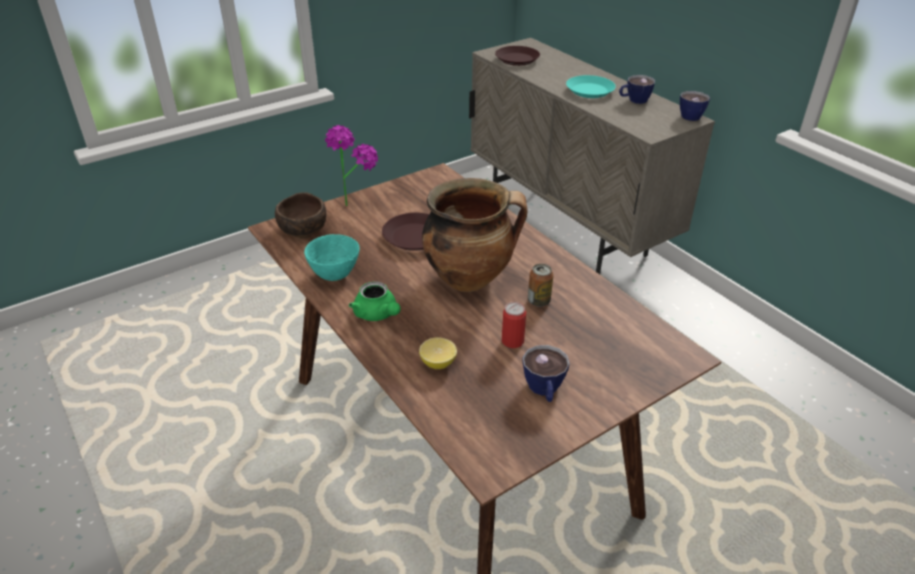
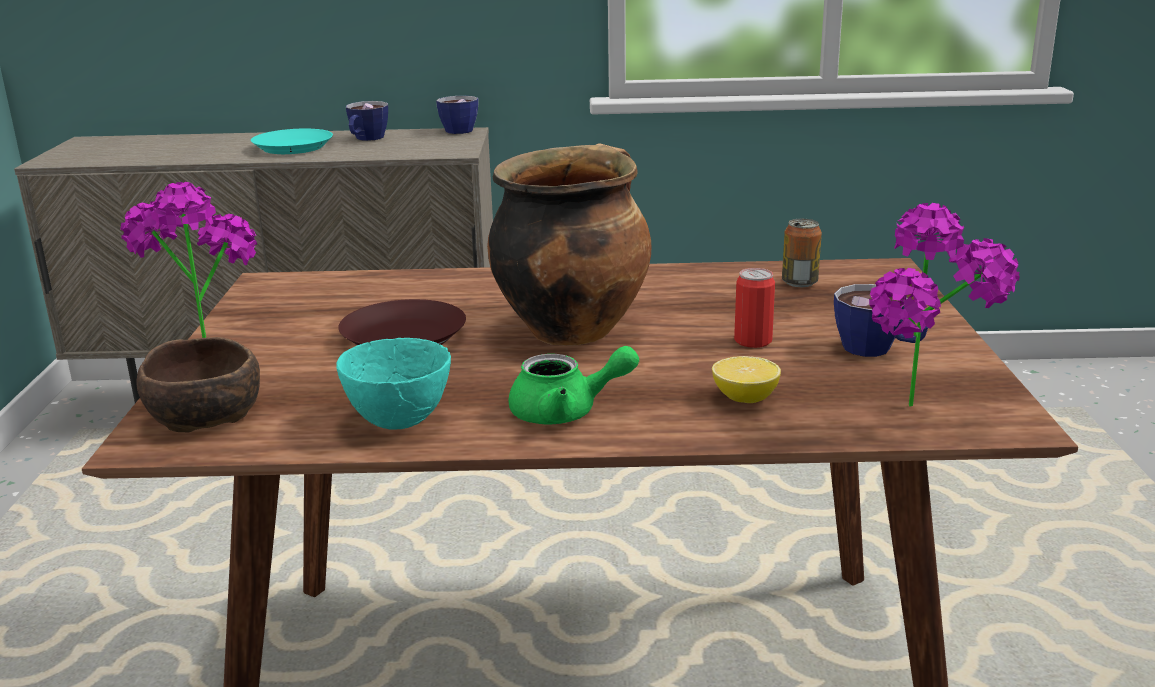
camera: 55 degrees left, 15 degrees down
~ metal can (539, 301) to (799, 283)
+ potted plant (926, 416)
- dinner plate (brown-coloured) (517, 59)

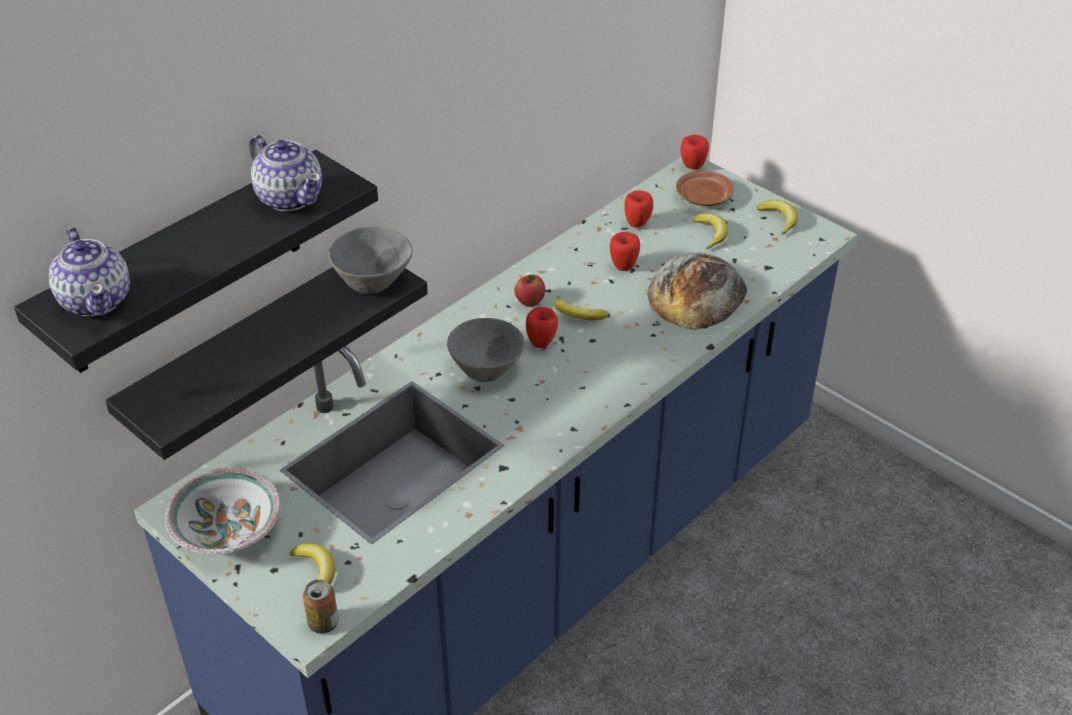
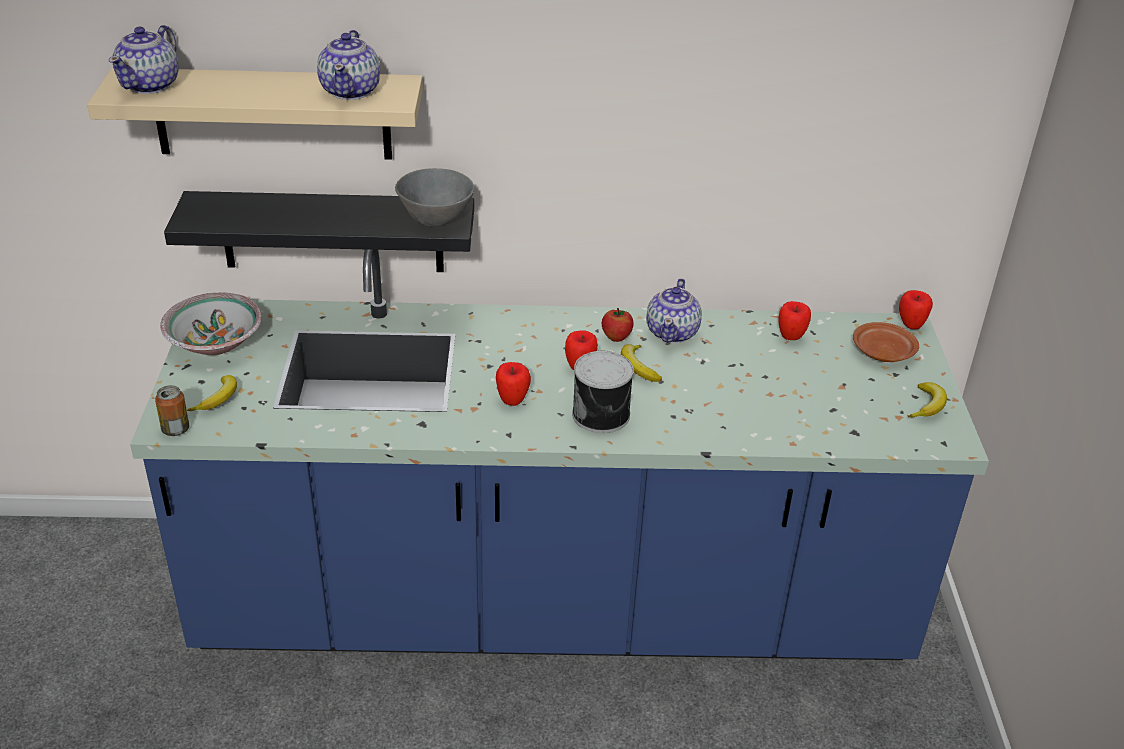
camera: 45 degrees right, 5 degrees down
~ wall shelf (black) (184, 265) to wall shelf (beige) (272, 114)
~ apple fruit (623, 266) to (512, 400)
+ metal can (602, 414)
+ tea pot (673, 332)
- serving bowl (gray) (488, 369)
- bakery bread (697, 292)
- whole banana (711, 234)

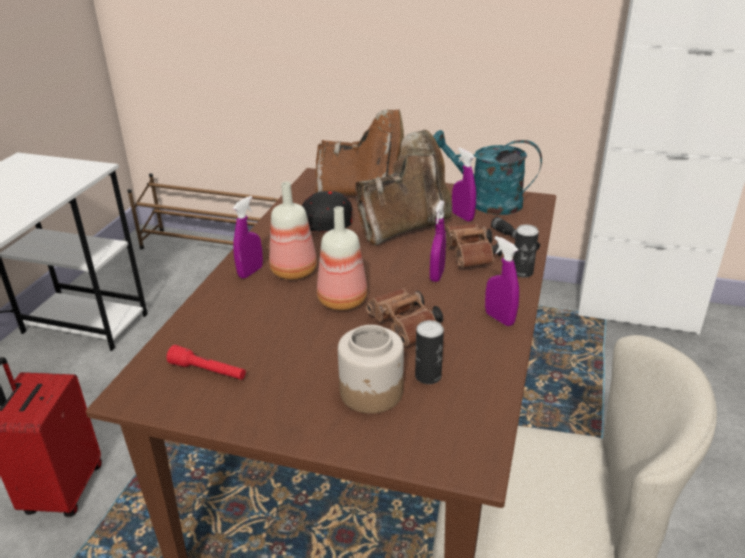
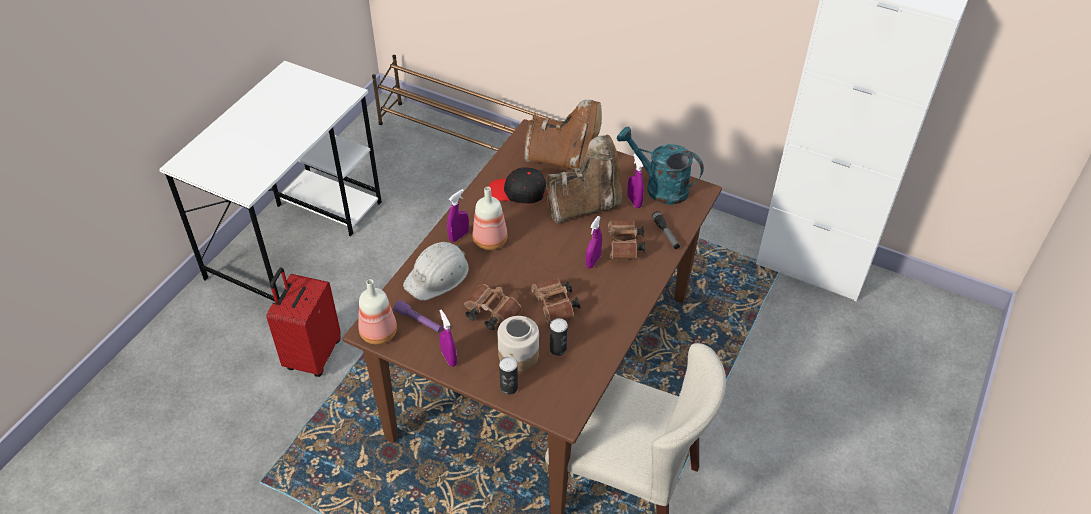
camera: 10 degrees right, 15 degrees up
~ bottle (343, 301) to (379, 334)
~ torch (reddish) (208, 371) to torch (purple-coloured) (419, 321)
+ work helmet (whitish) (438, 275)
~ spray bottle (purple-coloured) (499, 318) to (449, 358)
+ field glasses (brown-coloured) (490, 313)
~ metal can (522, 272) to (509, 387)

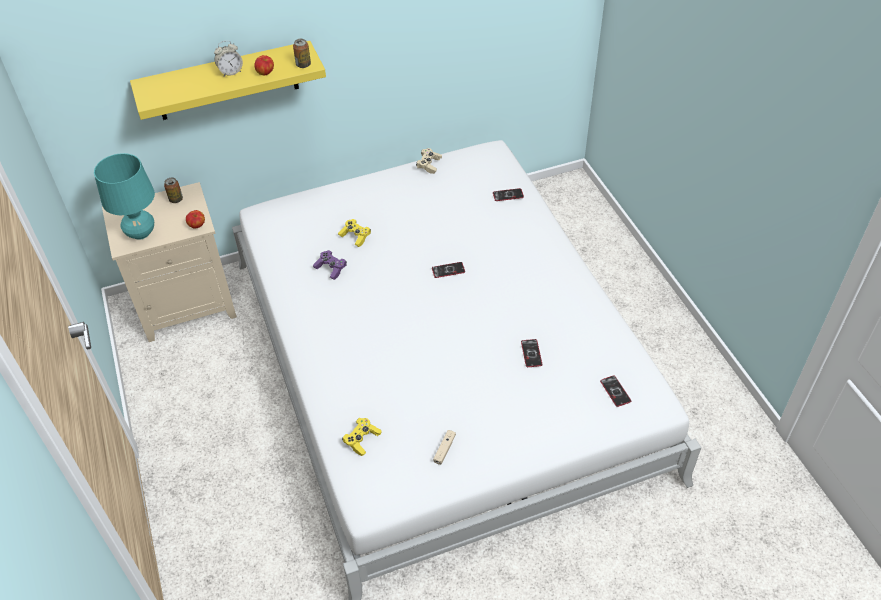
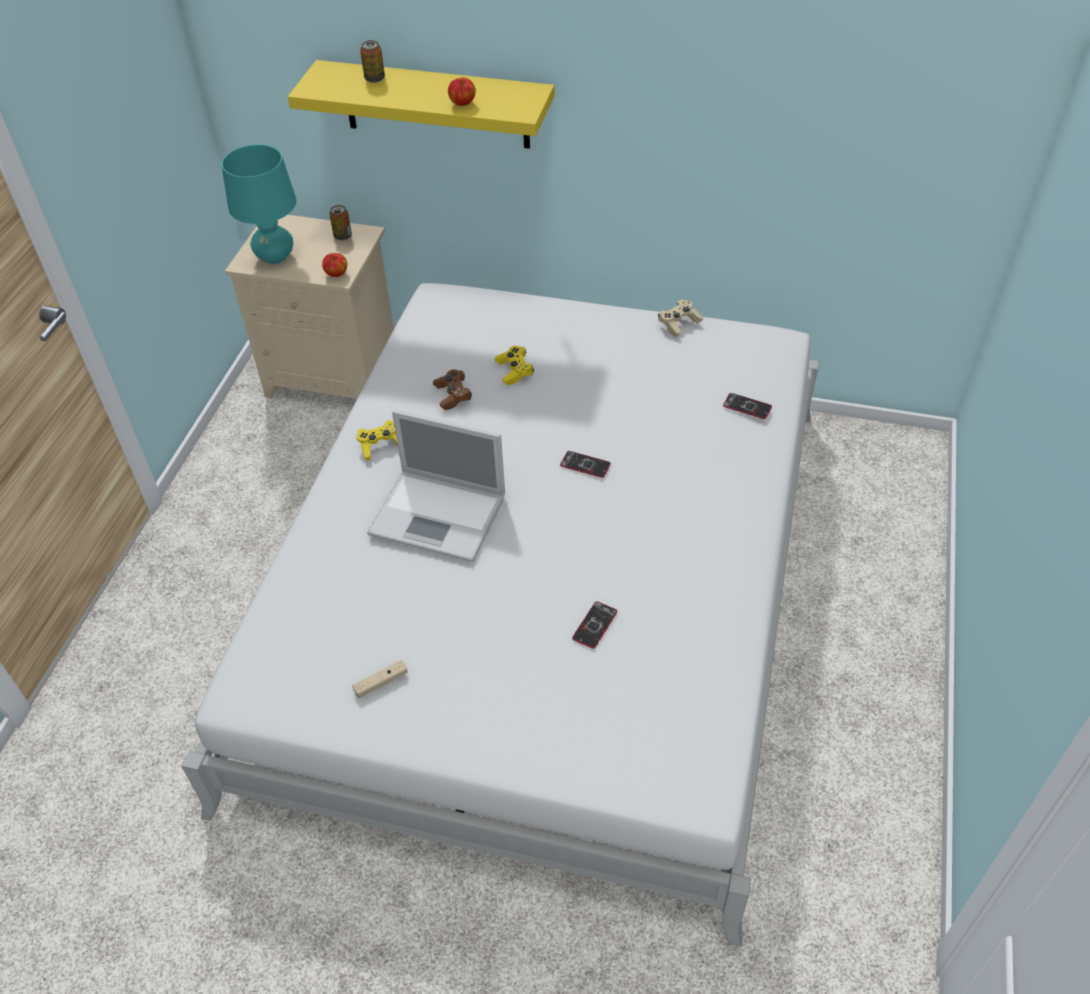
camera: 35 degrees right, 0 degrees up
~ game controller (yellowish) (362, 440) to (381, 446)
~ metal can (303, 65) to (374, 79)
+ portable computer (440, 515)
~ game controller (purple-coloured) (331, 268) to game controller (brown-coloured) (453, 395)
- alarm clock (230, 72)
- handset (615, 391)

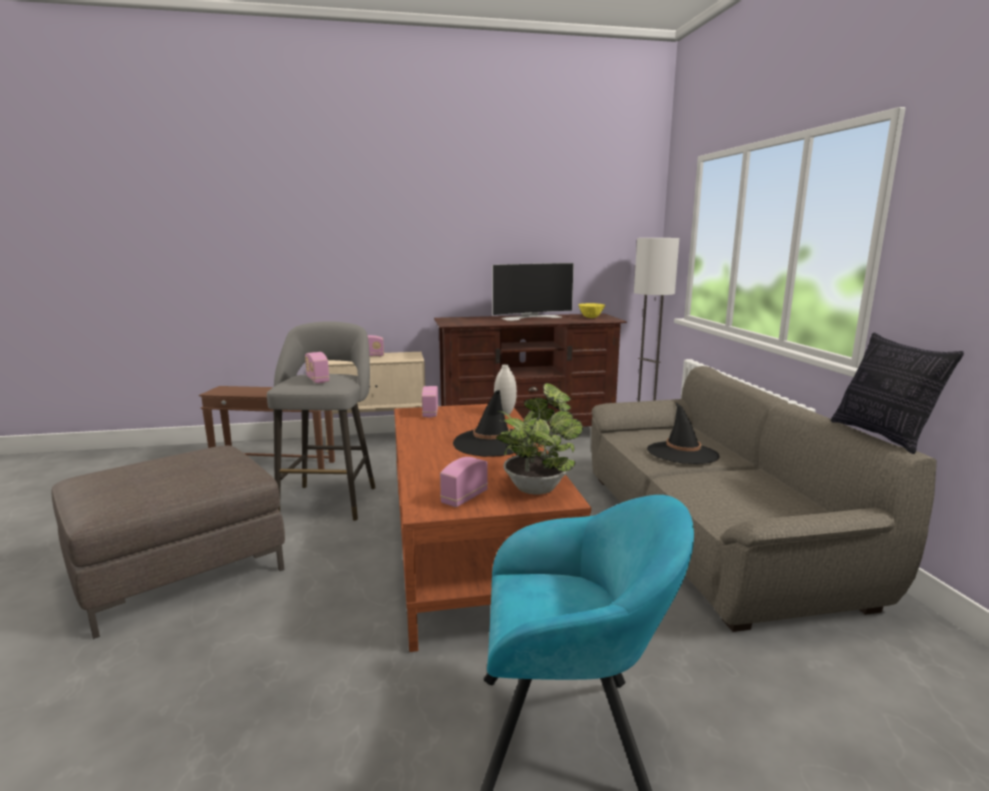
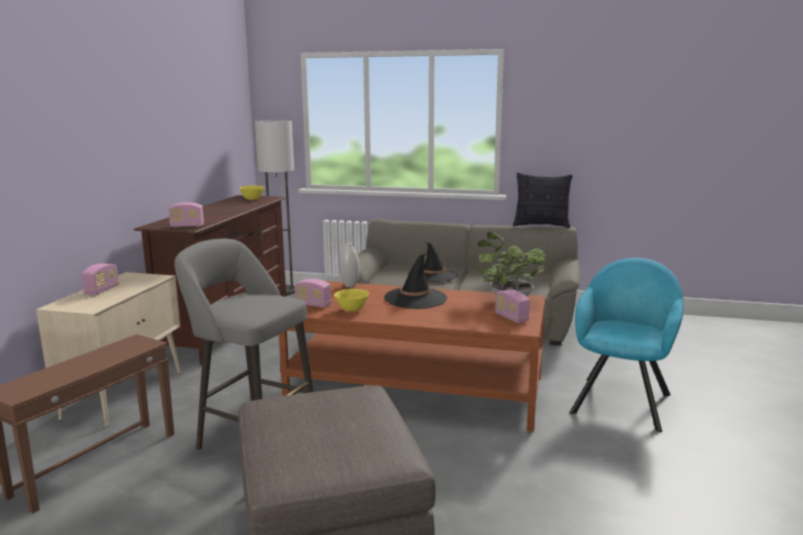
camera: 65 degrees left, 0 degrees up
~ radio (317, 380) to (187, 226)
+ serving bowl (yellowish) (351, 310)
- television (531, 317)

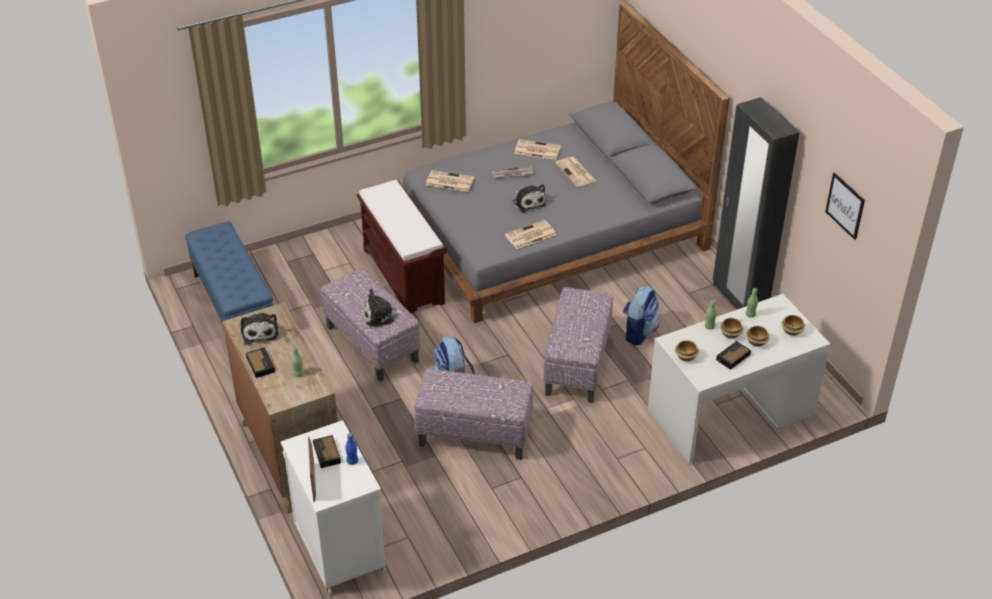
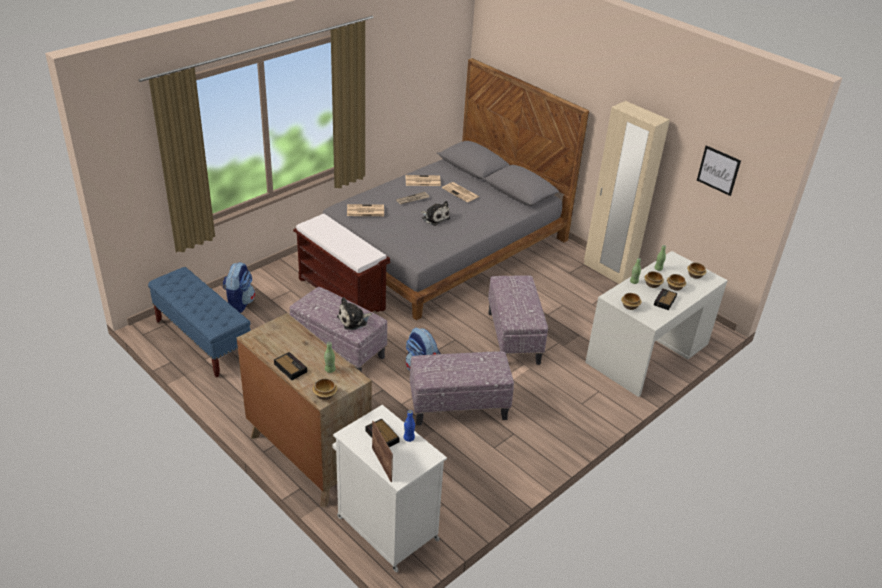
camera: 20 degrees left, 5 degrees down
~ knapsack (638, 332) to (239, 303)
+ serving bowl (324, 395)
~ clothes cupboard (black) (739, 299) to clothes cupboard (beige) (608, 271)
- cuddly toy (259, 331)
- daily paper (530, 235)

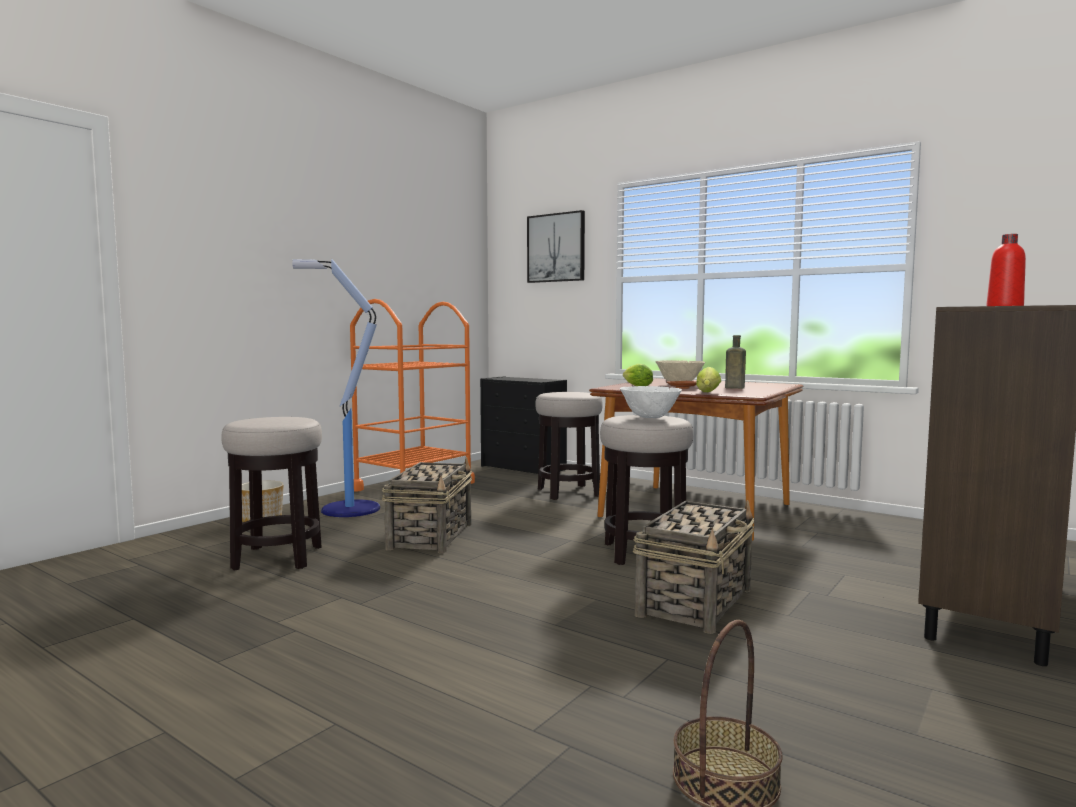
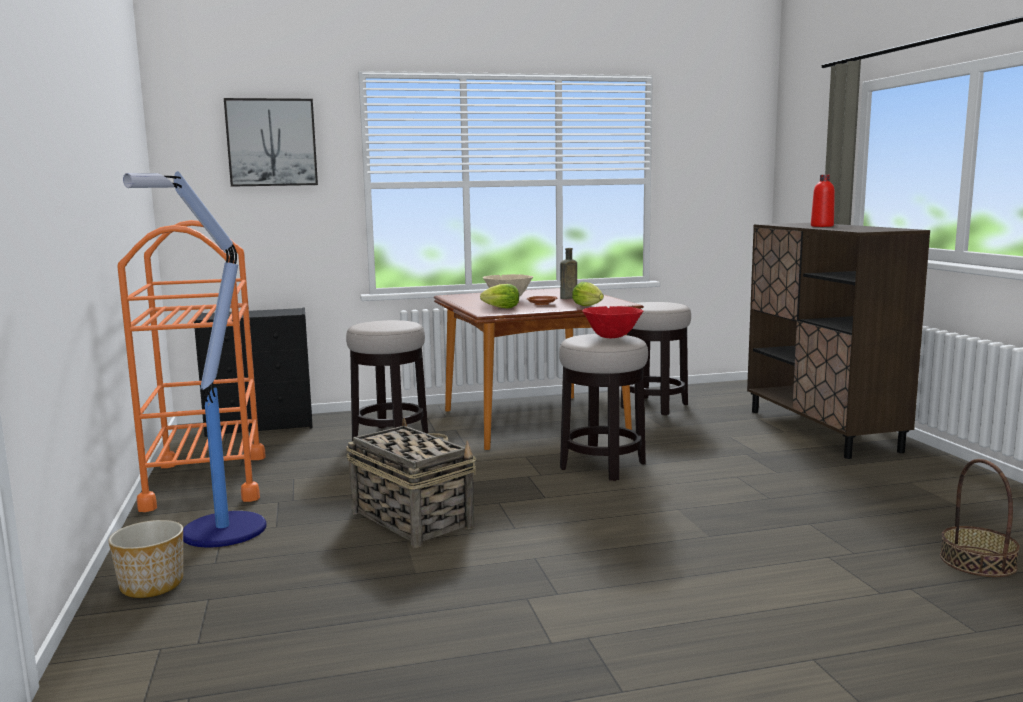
camera: 50 degrees left, 5 degrees up
~ serving bowl (whitish) (649, 418) to serving bowl (reddish) (611, 337)
~ sitting stool (277, 558) to (654, 406)
- storage basket (696, 602)

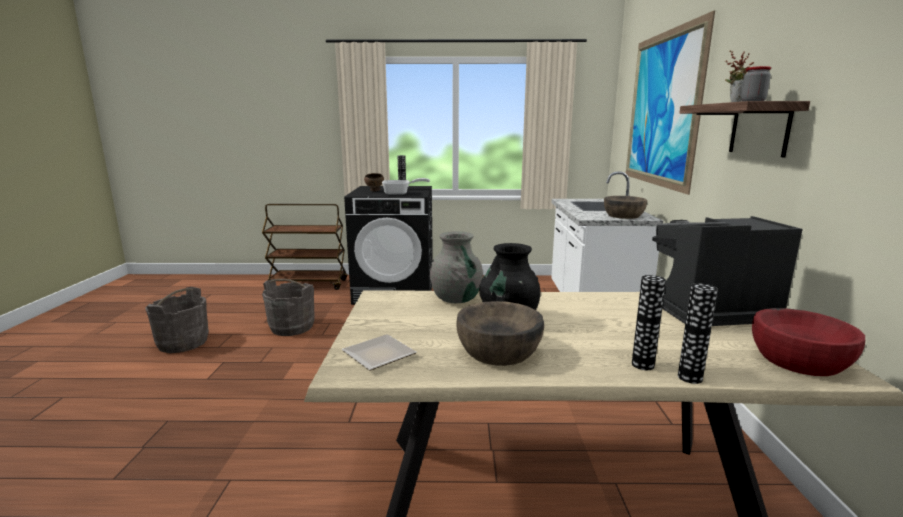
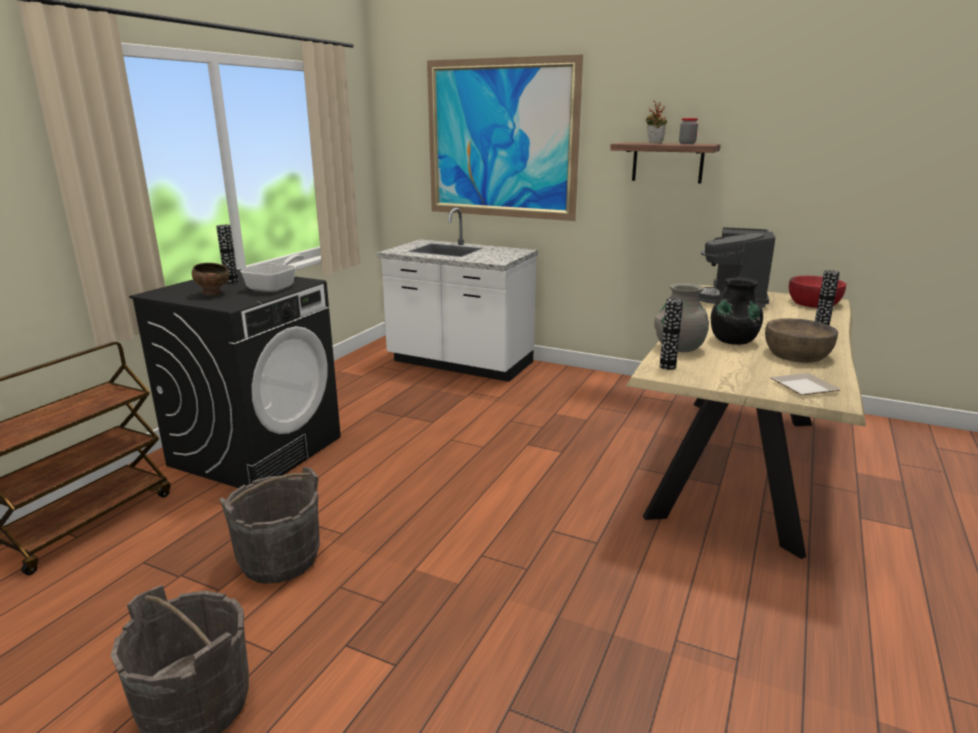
camera: 65 degrees left, 5 degrees up
~ decorative vase (690, 377) to (667, 367)
- serving bowl (brown-coloured) (623, 216)

